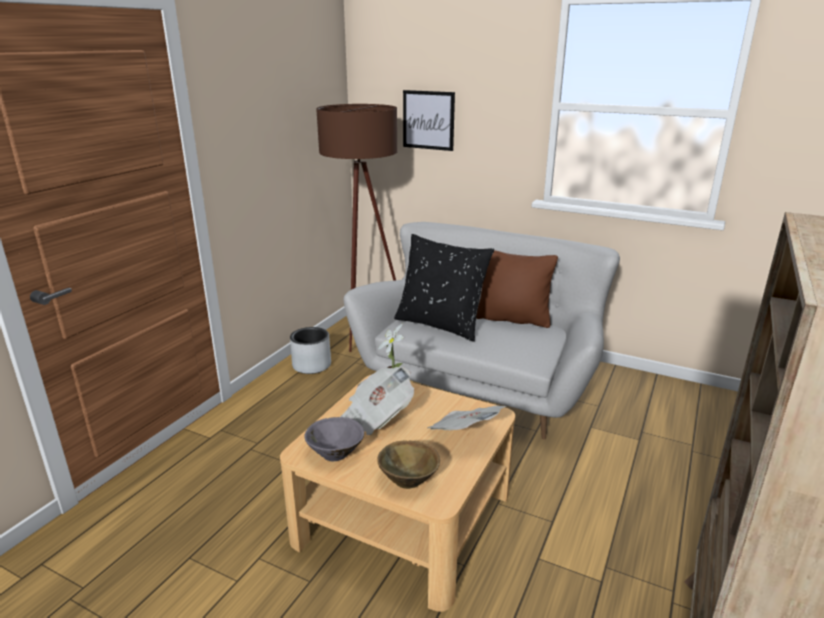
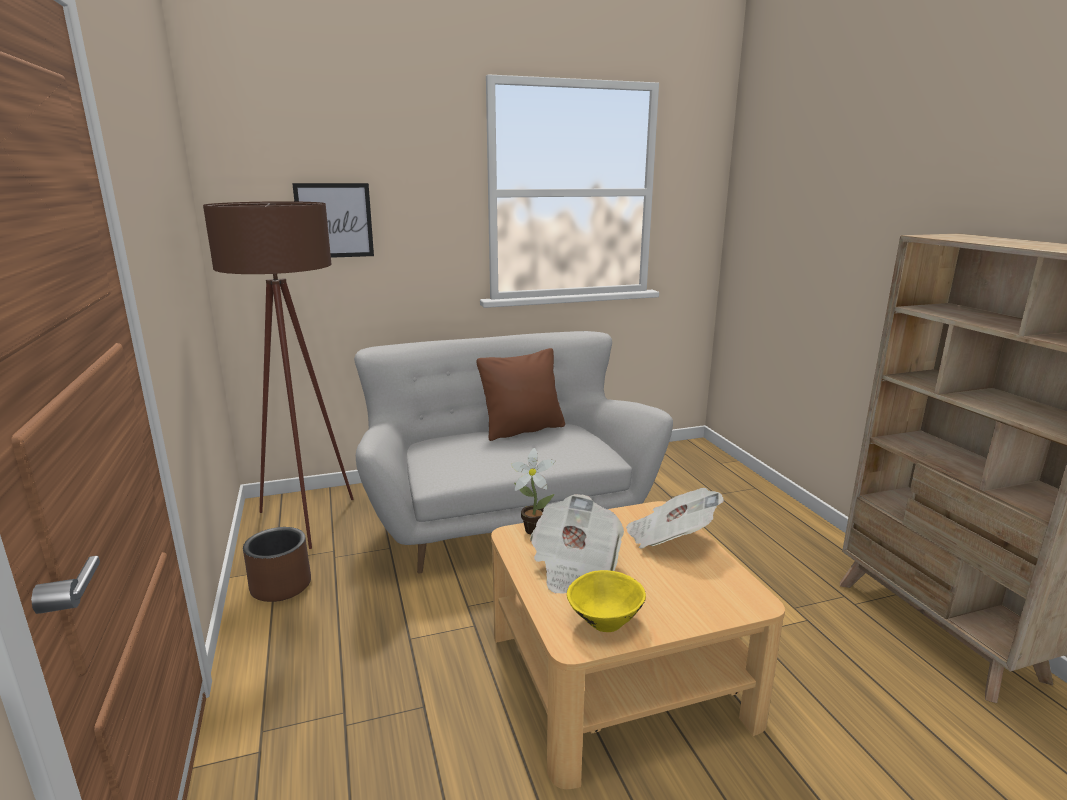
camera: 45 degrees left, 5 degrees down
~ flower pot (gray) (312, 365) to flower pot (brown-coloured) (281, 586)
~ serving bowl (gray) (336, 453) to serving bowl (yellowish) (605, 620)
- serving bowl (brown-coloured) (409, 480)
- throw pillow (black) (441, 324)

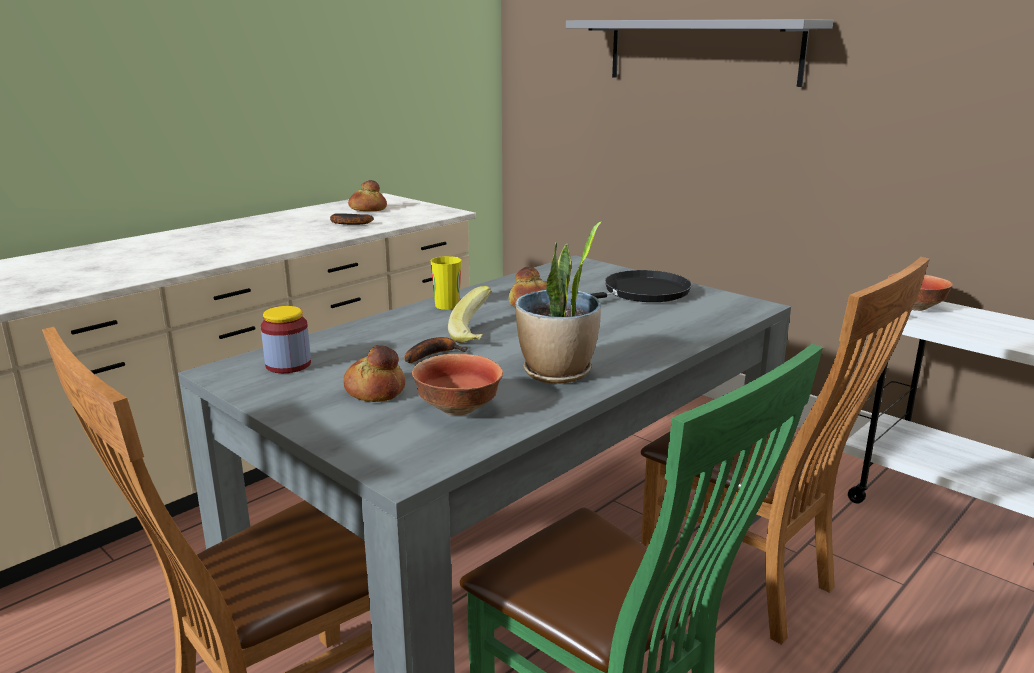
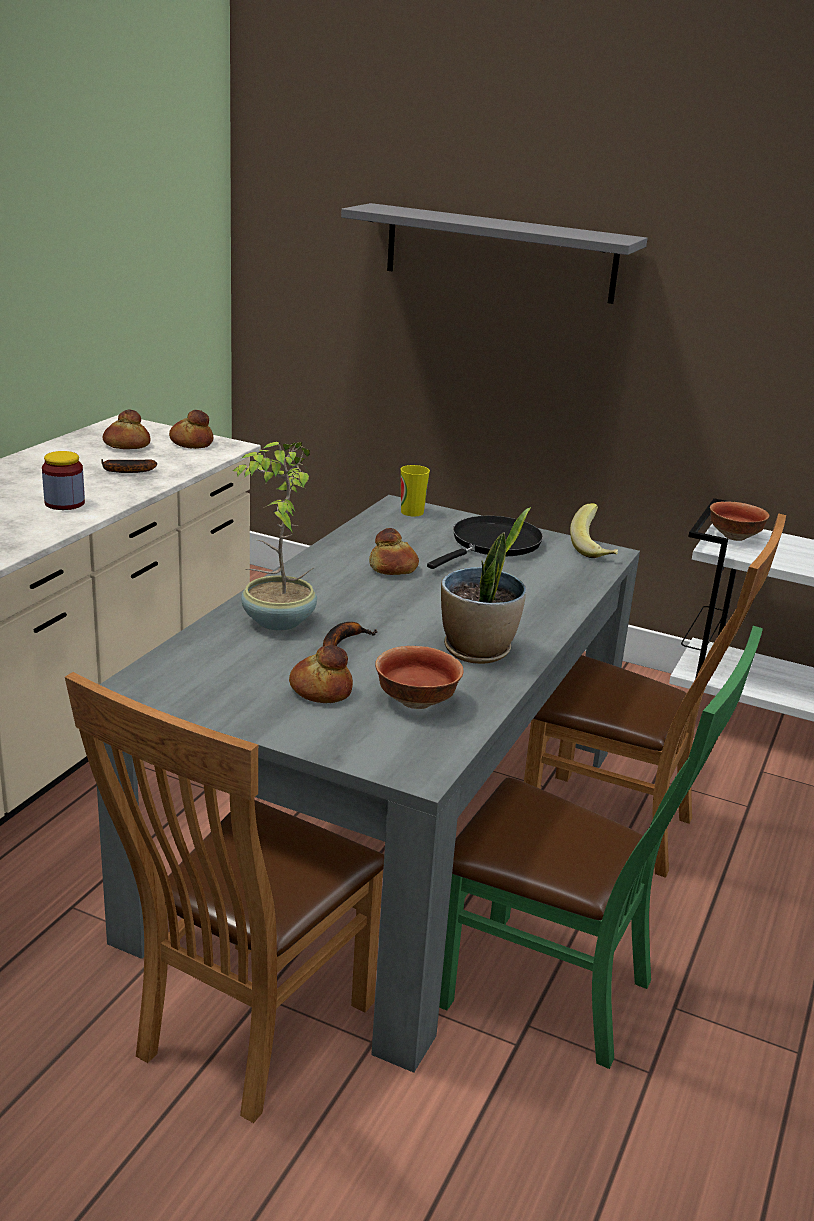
camera: 20 degrees left, 5 degrees up
~ jar (288, 365) to (64, 503)
+ bakery bread (192, 443)
+ potted plant (276, 621)
~ cup (447, 305) to (412, 512)
~ whole banana (477, 335) to (595, 549)

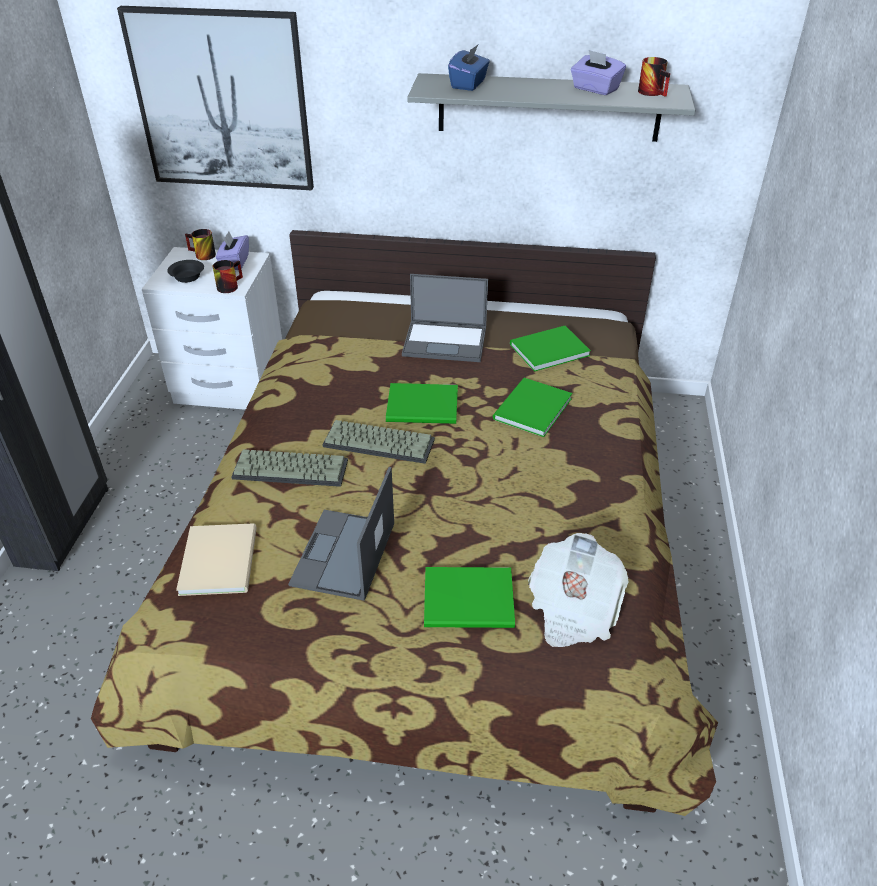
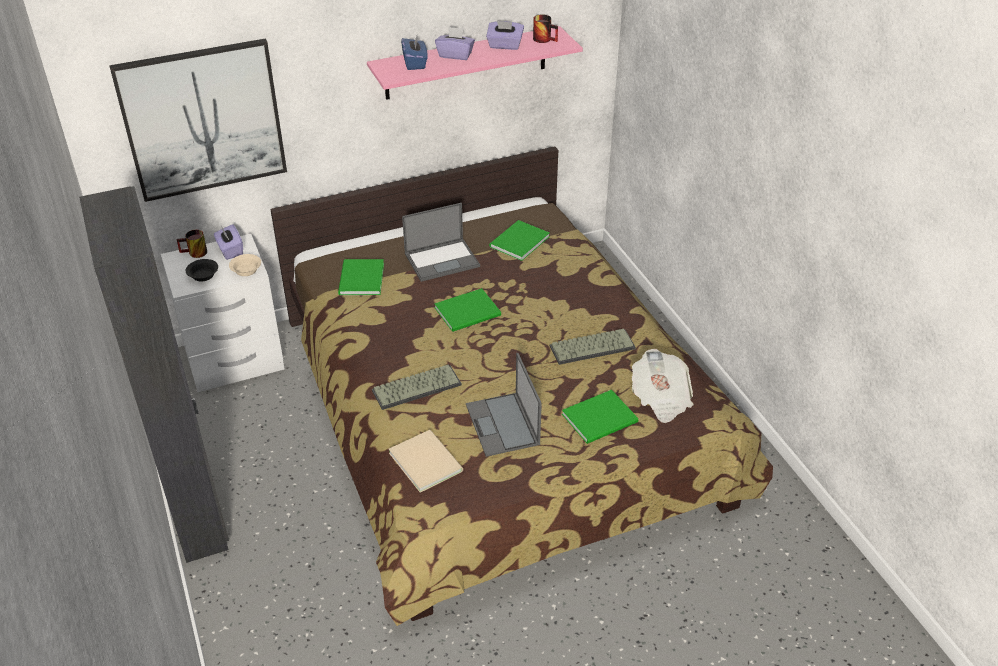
camera: 30 degrees left, 0 degrees up
~ mug (228, 285) to serving bowl (beige) (246, 271)
~ book (green) (530, 409) to (360, 280)
~ wall shelf (gray) (548, 107) to wall shelf (pinkish) (466, 63)
+ box of tissues (purple-coloured) (455, 55)
~ PC keyboard (380, 442) to (592, 346)

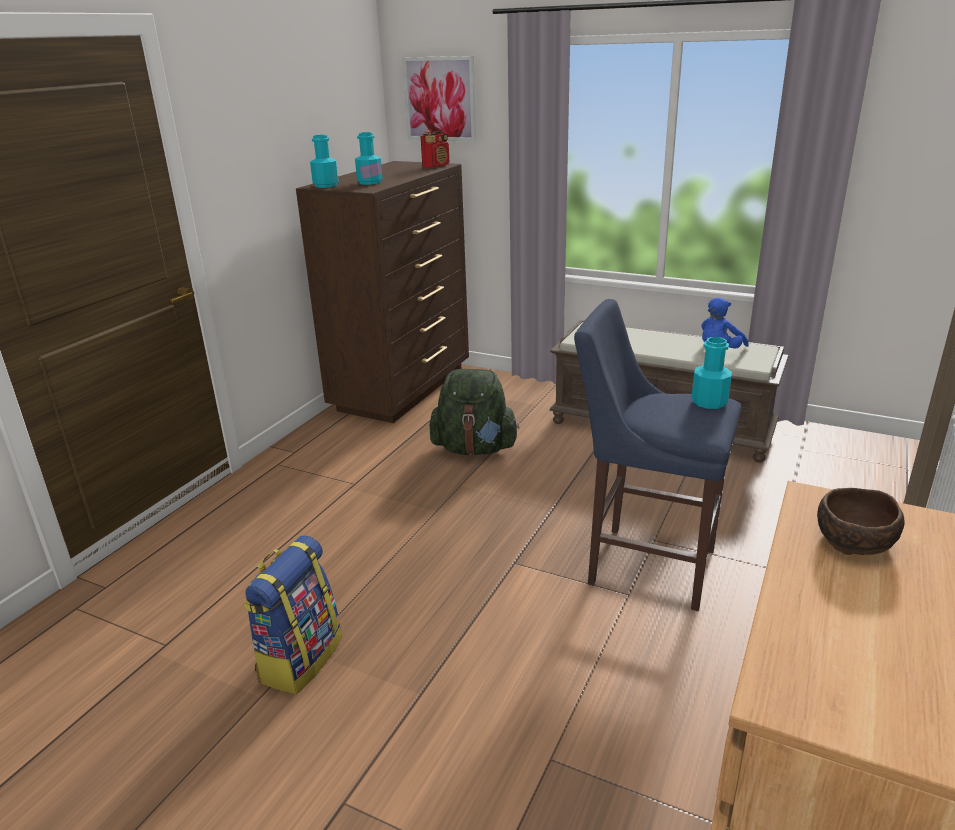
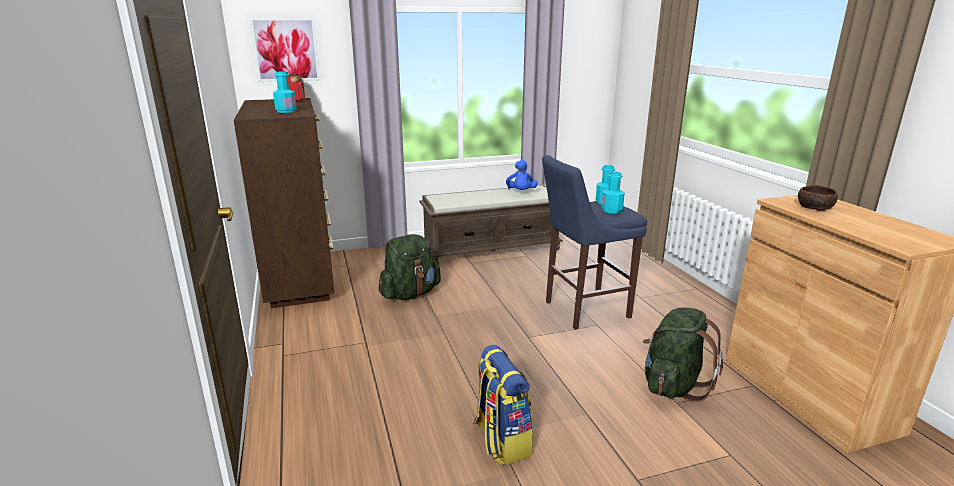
camera: 45 degrees left, 5 degrees down
~ bottle (turquoise-coloured) (326, 185) to (611, 210)
+ knapsack (green) (673, 385)

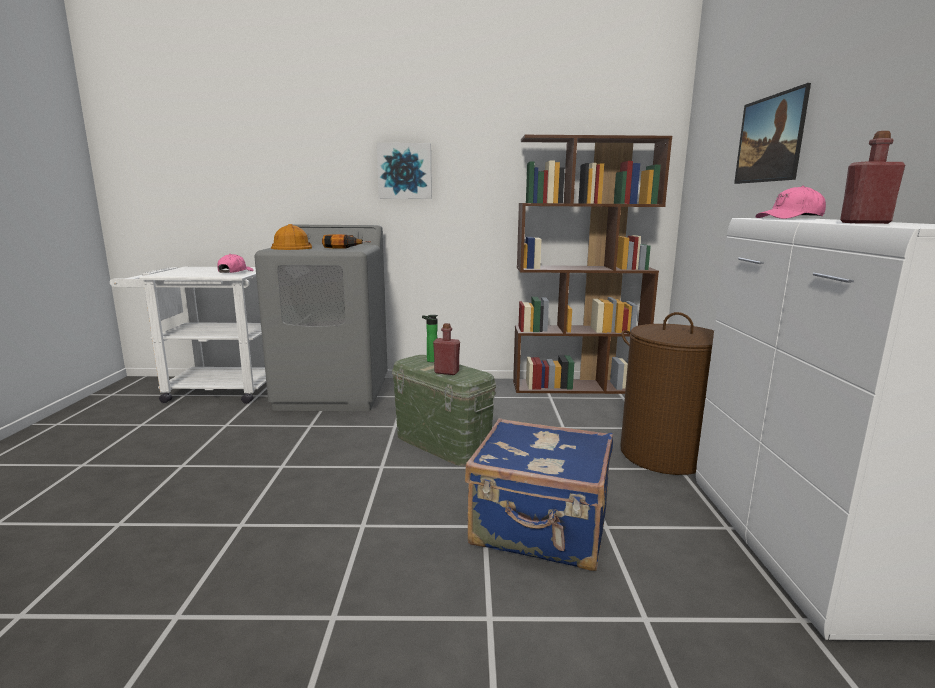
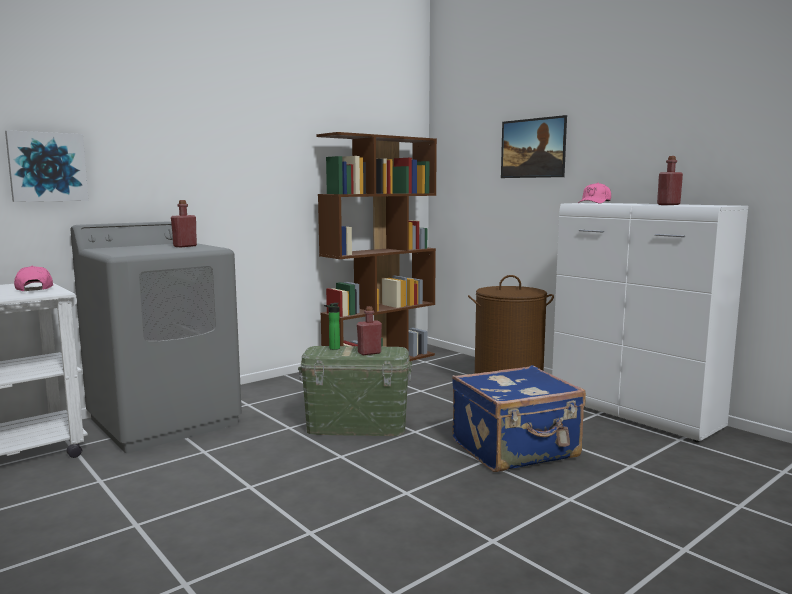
camera: 40 degrees left, 5 degrees down
~ picture (405, 171) to (47, 167)
~ drill (347, 247) to bottle (reddish) (185, 246)
- work helmet (orange-coloured) (292, 247)

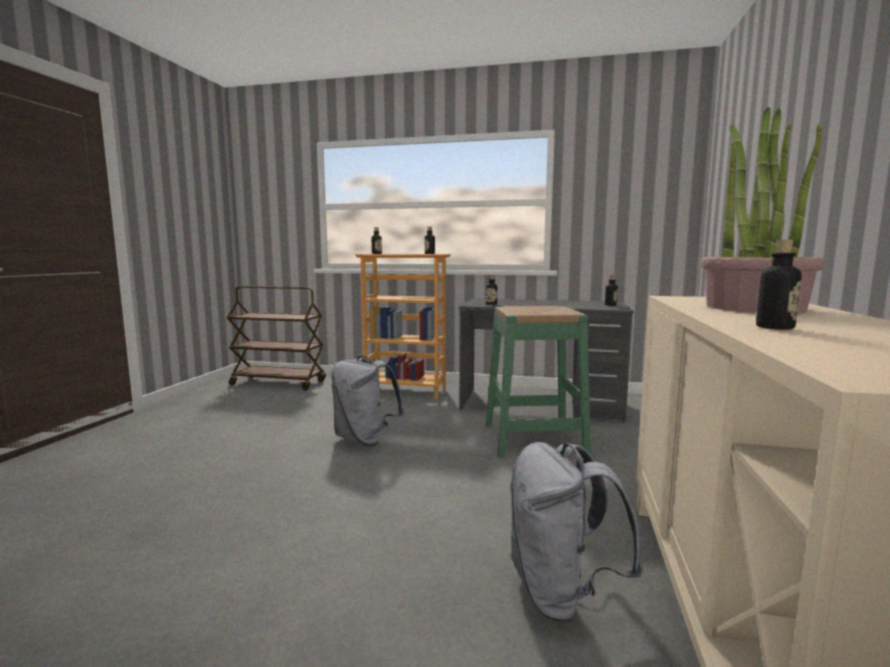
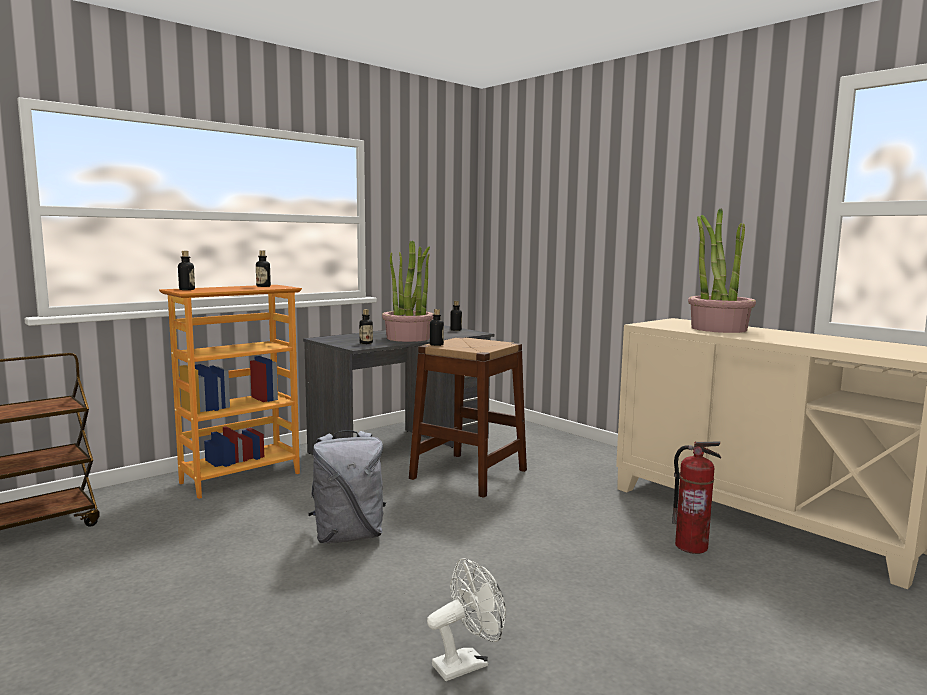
camera: 55 degrees left, 0 degrees up
+ potted plant (408, 338)
~ sitting stool (green) (534, 439) to sitting stool (brown-coloured) (469, 474)
+ electric fan (whitish) (467, 663)
~ bottle (774, 327) to (436, 345)
~ knapsack (gray) (562, 594) to fire extinguisher (691, 546)

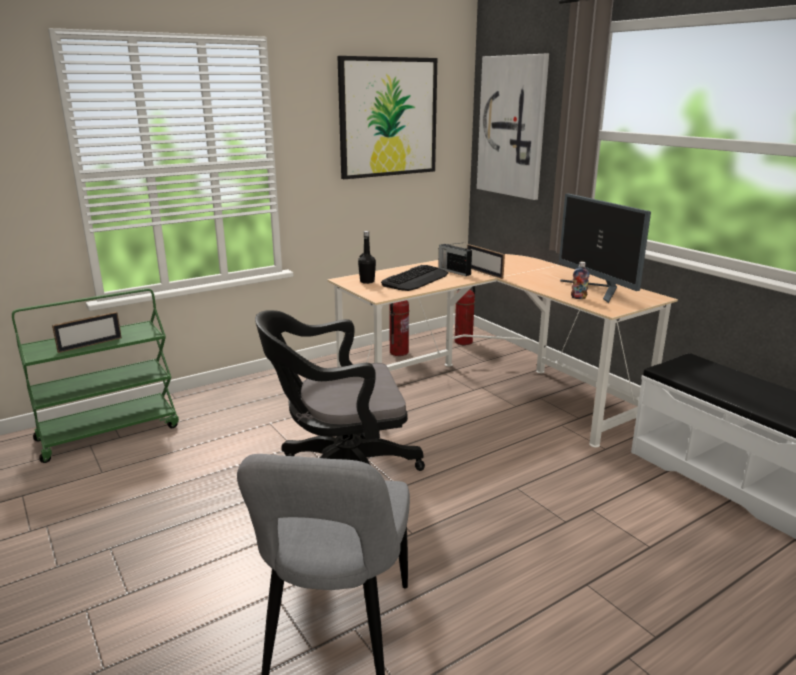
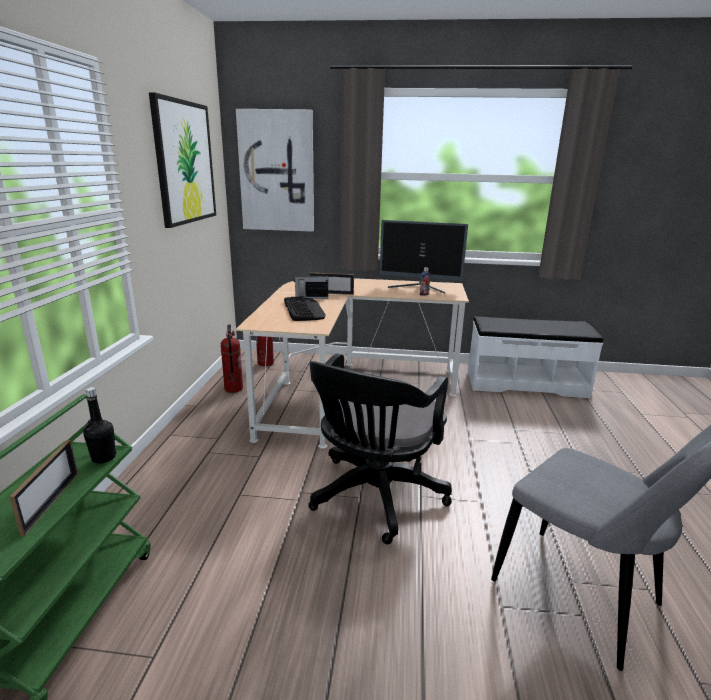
camera: 50 degrees left, 0 degrees up
~ bottle (black) (367, 281) to (104, 458)

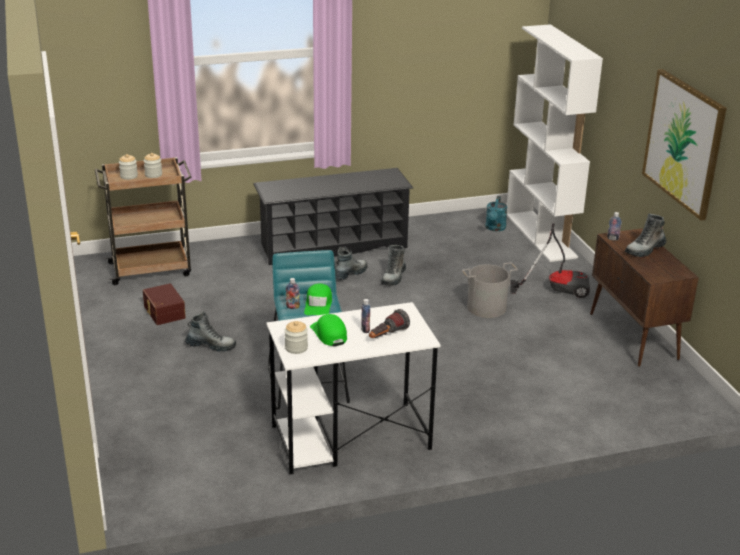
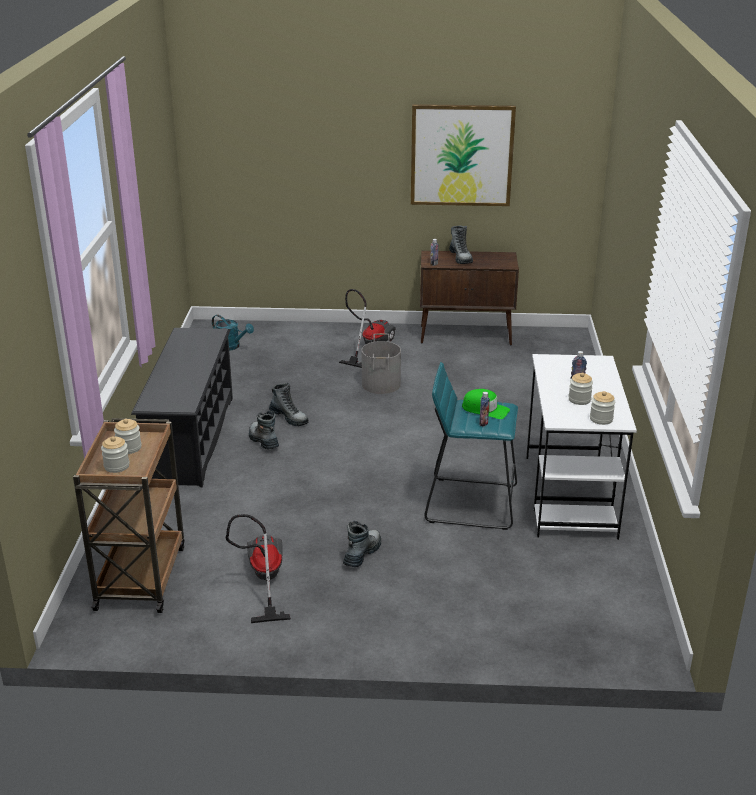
camera: 70 degrees left, 0 degrees up
~ storage bin (brown-coloured) (163, 312) to vacuum (263, 579)
~ peaked cap (green) (329, 334) to jar (579, 400)
- torch (387, 336)
- shelving unit (whitish) (541, 236)

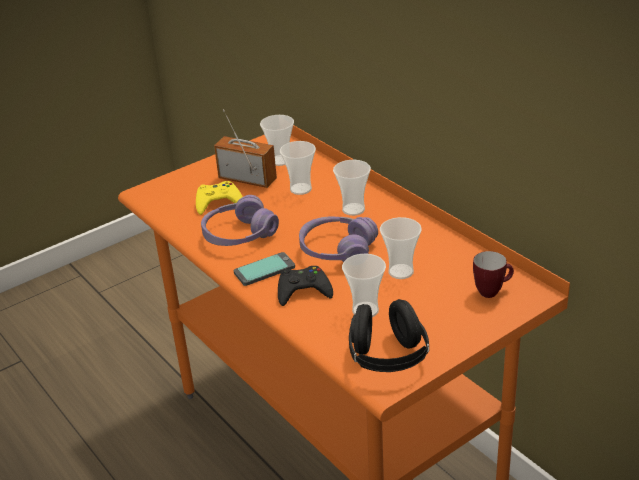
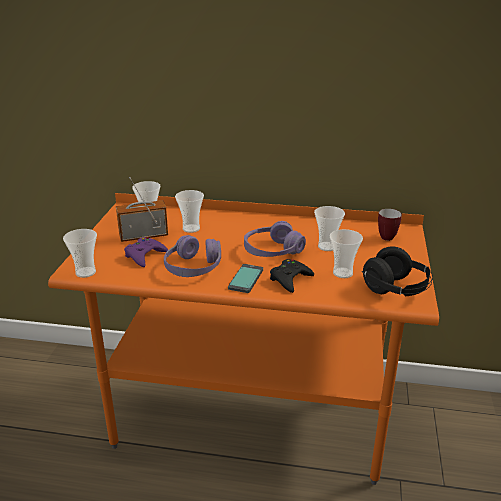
camera: 45 degrees left, 5 degrees down
~ cup (353, 209) to (85, 272)
~ game controller (yellowish) (218, 202) to game controller (purple-coloured) (144, 255)

